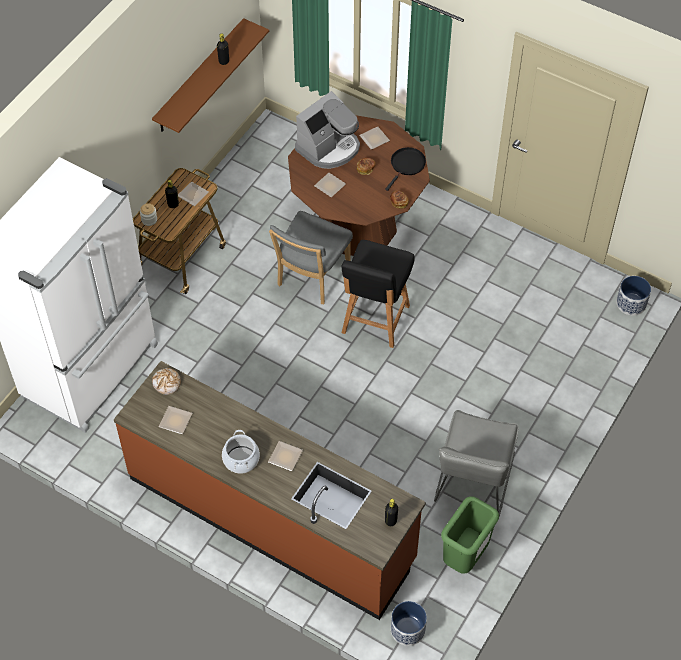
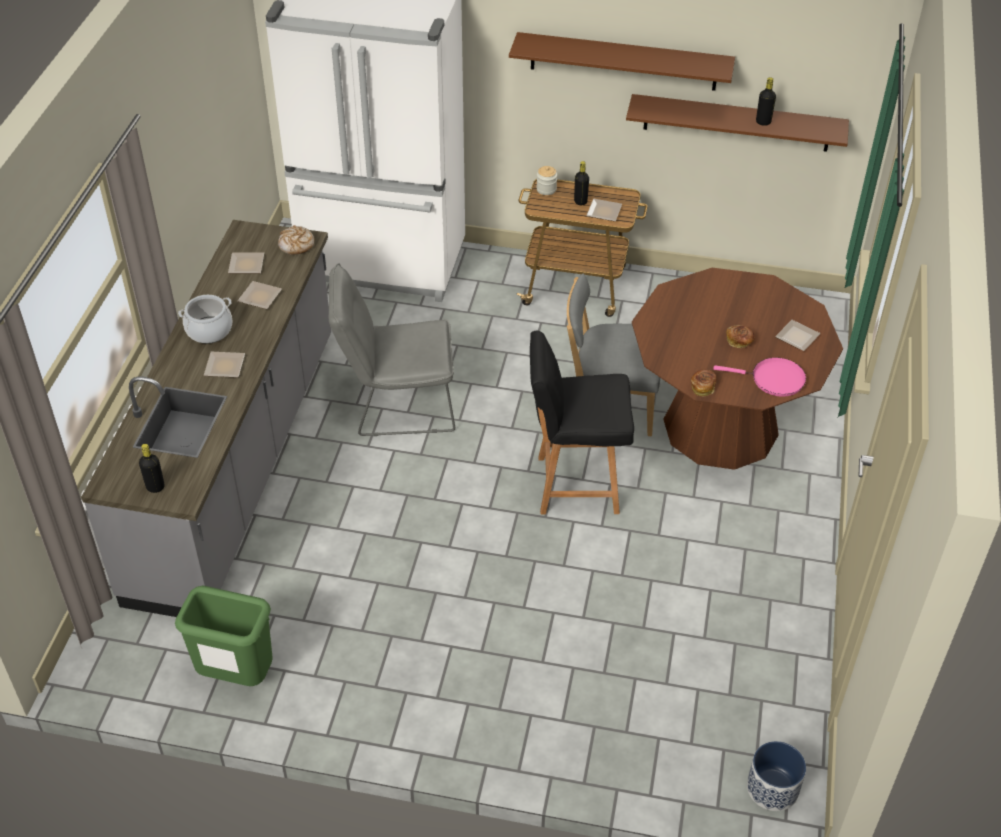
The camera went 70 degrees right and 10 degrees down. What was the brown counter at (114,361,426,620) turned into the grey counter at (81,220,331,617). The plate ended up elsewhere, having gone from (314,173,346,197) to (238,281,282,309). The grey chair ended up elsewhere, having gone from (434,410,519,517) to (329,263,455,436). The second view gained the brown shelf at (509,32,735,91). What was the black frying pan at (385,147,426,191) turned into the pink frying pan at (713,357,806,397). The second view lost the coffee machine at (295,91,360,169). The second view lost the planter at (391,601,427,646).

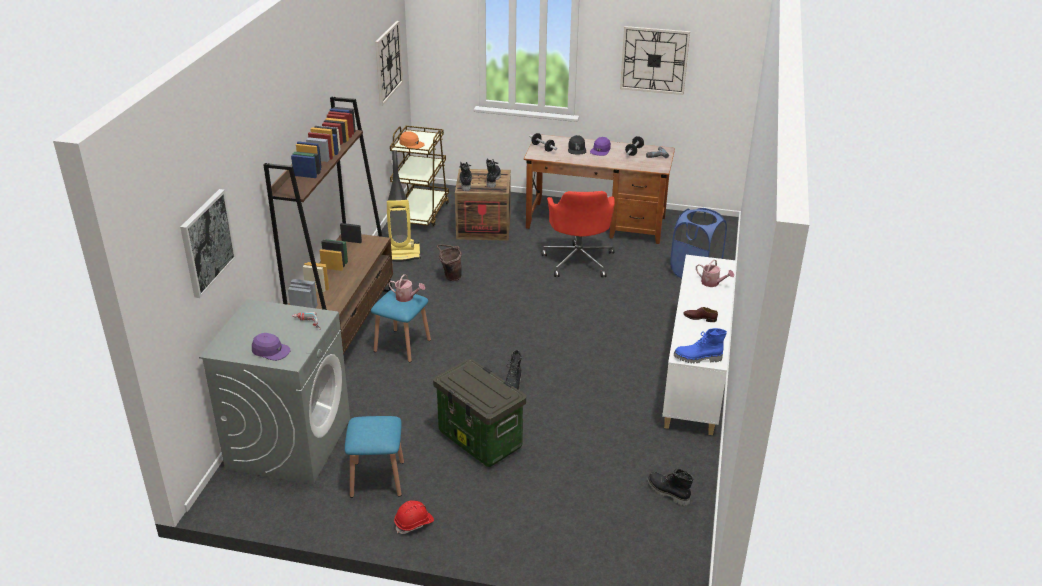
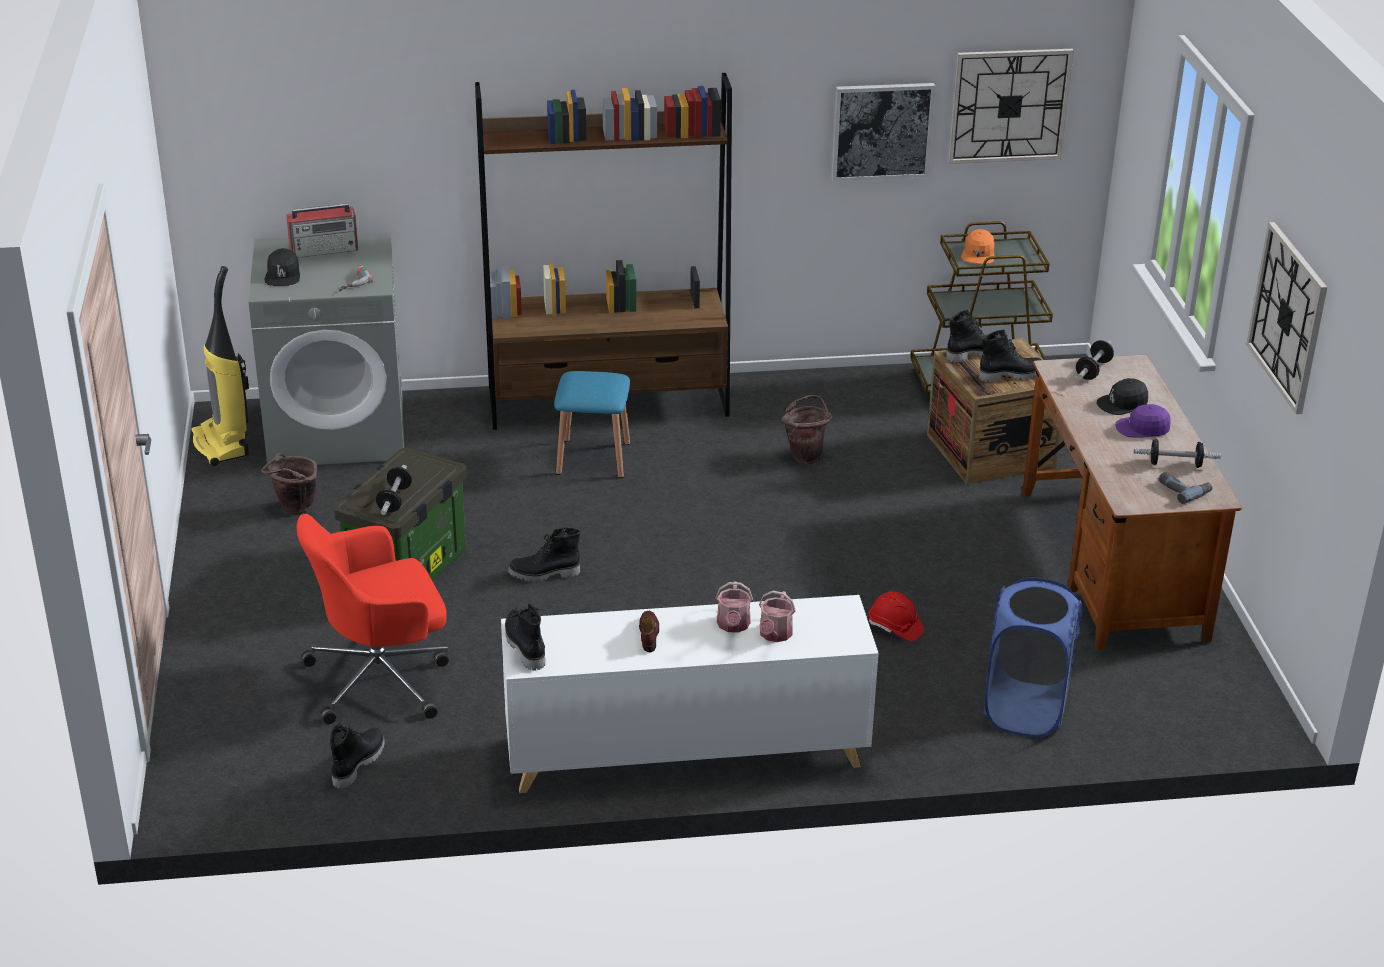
The camera went 70 degrees right and 0 degrees up. The vacuum cleaner ended up elsewhere, having gone from (387,150,421,262) to (191,266,249,466). Where the blue stool stood at (345,416,404,498), the brown bucket came to stand at (262,453,317,515). What was the purple cap at (252,333,291,361) turned into the black cap at (265,248,300,286). The second view gained the radio at (286,203,358,258). The red office chair ended up elsewhere, having gone from (542,191,615,277) to (297,514,449,724). The second view gained the dumbbell at (376,465,412,515). What was the blue boot at (674,328,727,364) turned into the black boot at (505,604,545,671). The watering can ended up elsewhere, having gone from (388,274,425,302) to (716,582,753,633). The picture ended up elsewhere, having gone from (180,189,236,298) to (831,83,935,181). The red hard hat ended up elsewhere, having gone from (394,500,434,534) to (869,592,924,641).

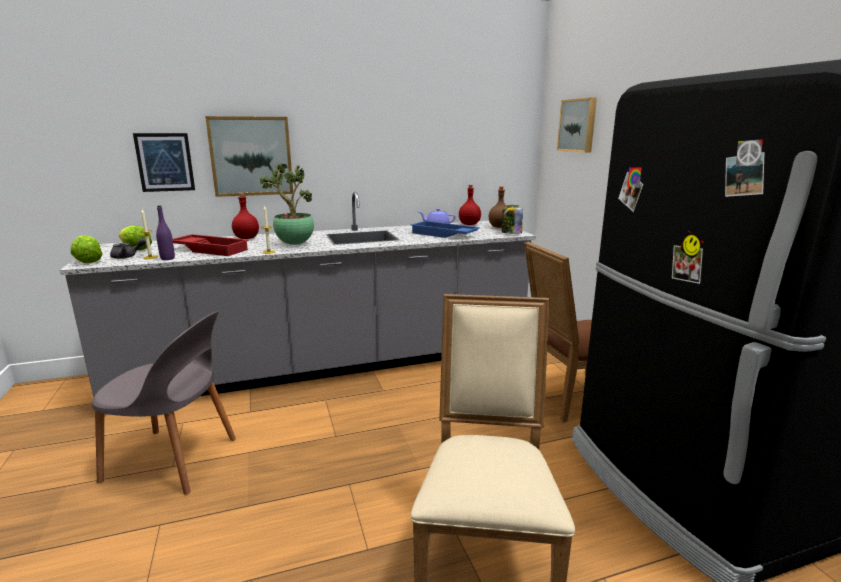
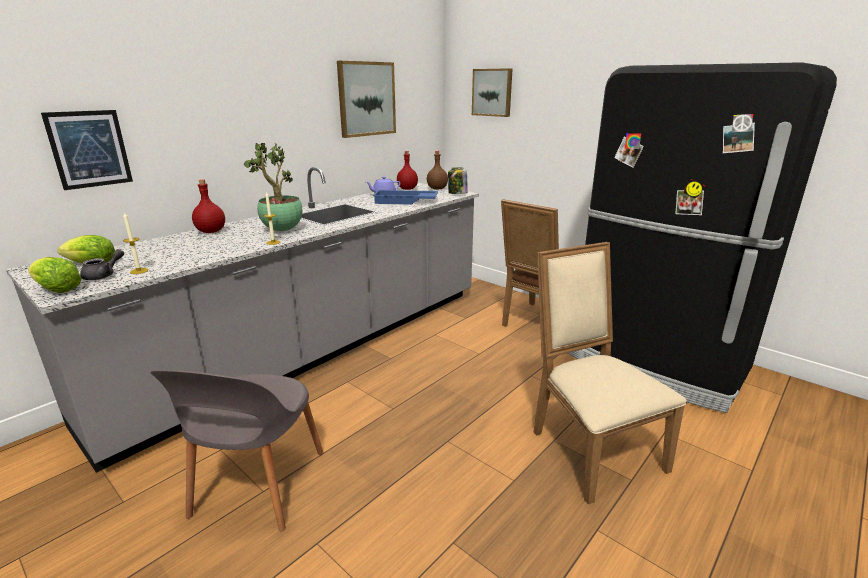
The camera went 30 degrees left and 5 degrees up. The grey chair at (92,311,236,494) ended up facing another way, 120 degrees clockwise from before. The picture ended up elsewhere, having gone from (205,116,293,197) to (337,61,396,138). The second view lost the purple bottle at (156,205,175,260). The second view lost the red tray at (173,234,249,256).

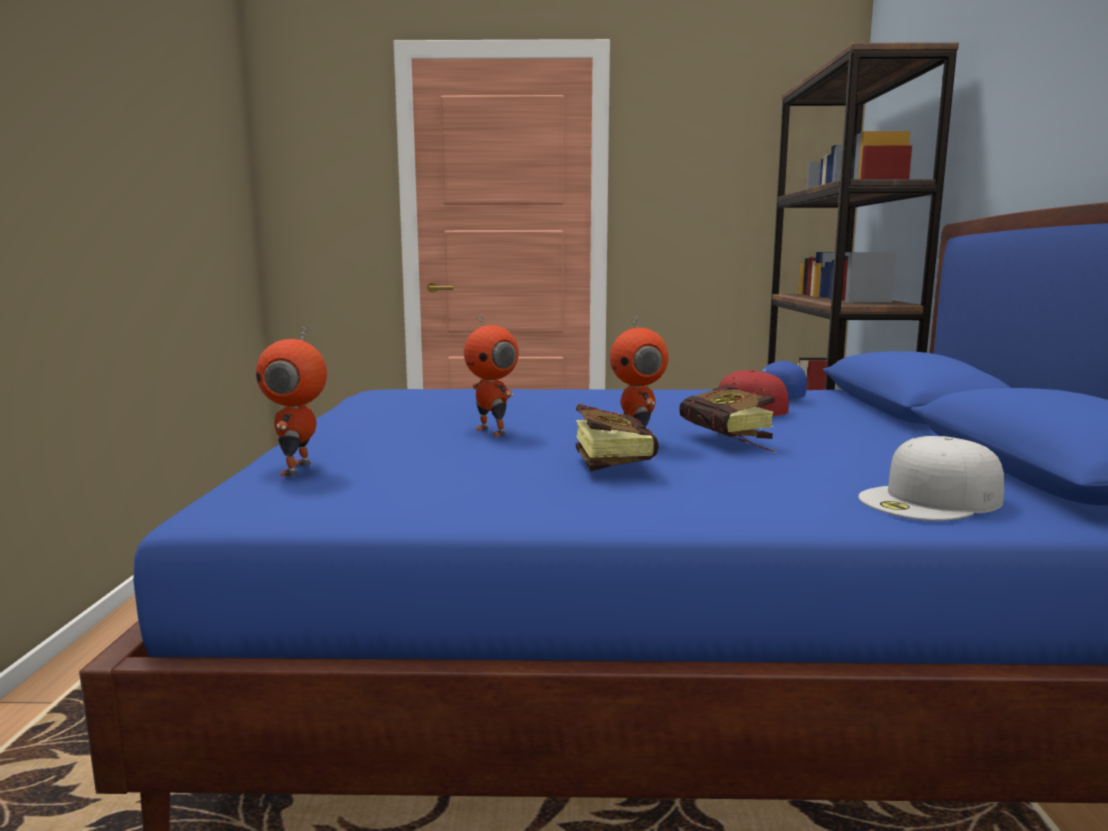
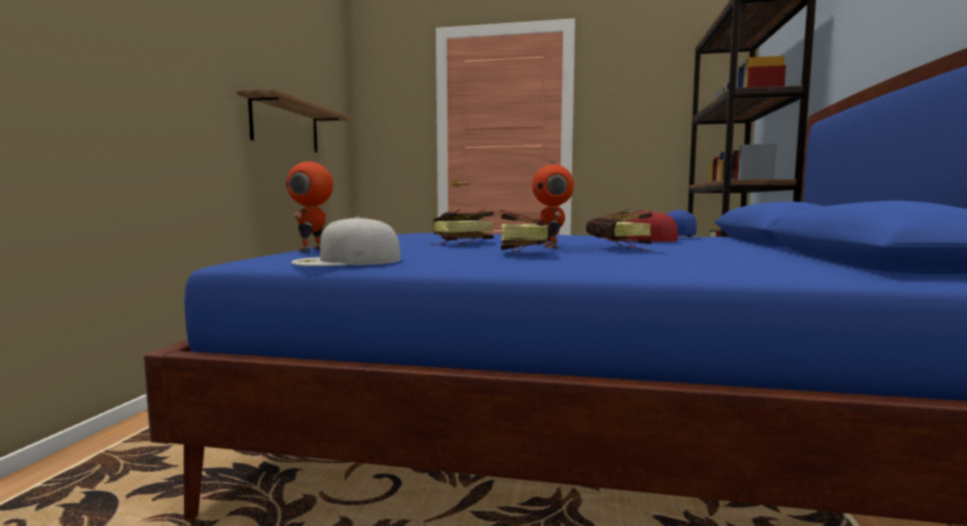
The camera went 10 degrees right and 5 degrees down. The second view gained the shelf at (237,89,351,153). The white cap ended up elsewhere, having gone from (858,436,1004,521) to (291,217,400,266). Where the toy robot stood at (464,314,519,436), the book came to stand at (429,209,494,245).

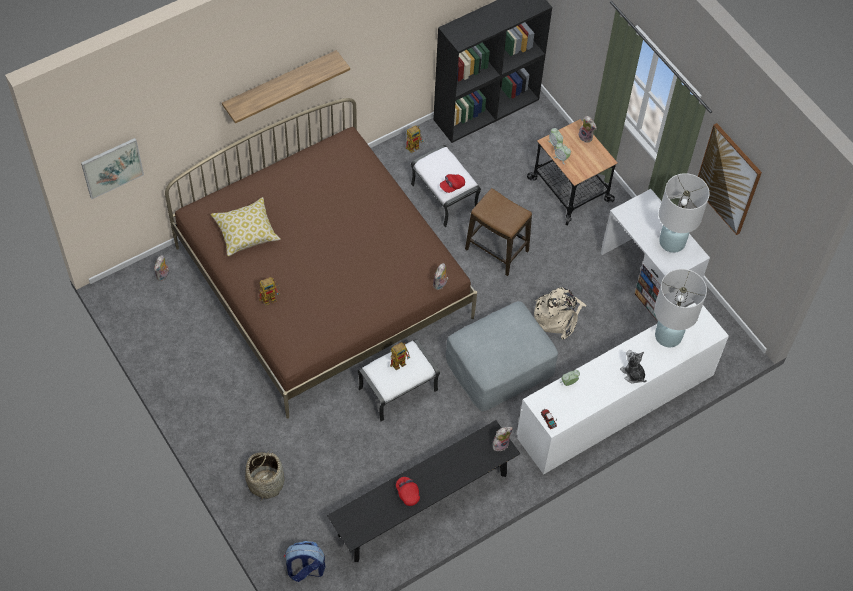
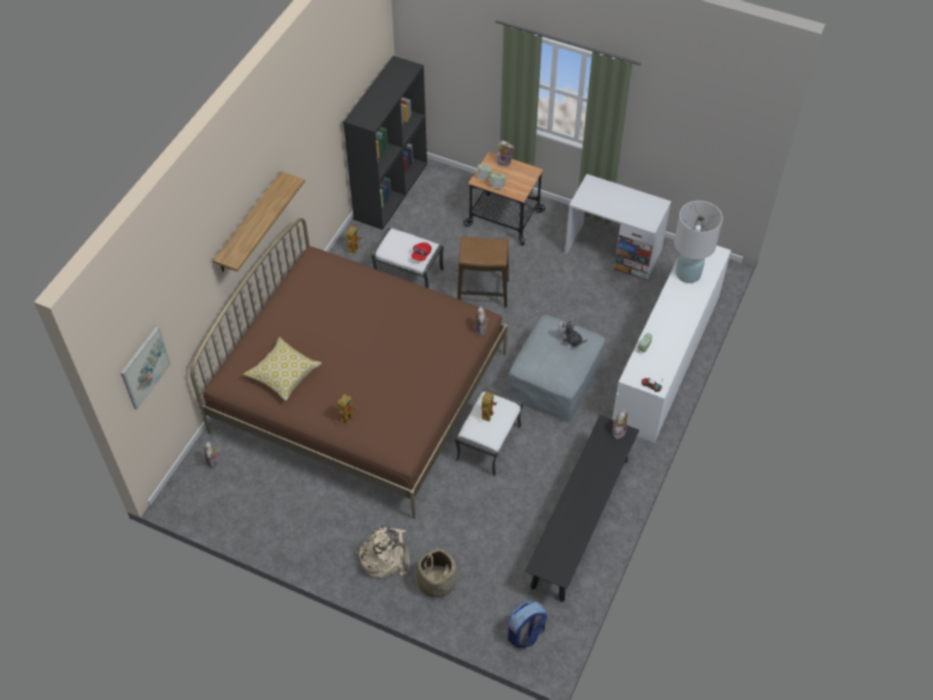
The camera went 30 degrees left and 5 degrees down. The beige backpack ended up elsewhere, having gone from (534,287,587,339) to (356,525,410,578). The plush toy ended up elsewhere, having gone from (620,350,647,383) to (558,316,587,350). The second view lost the red cap at (396,477,420,506). The second view lost the white table lamp at (659,173,710,253). The second view lost the picture at (698,123,762,235).

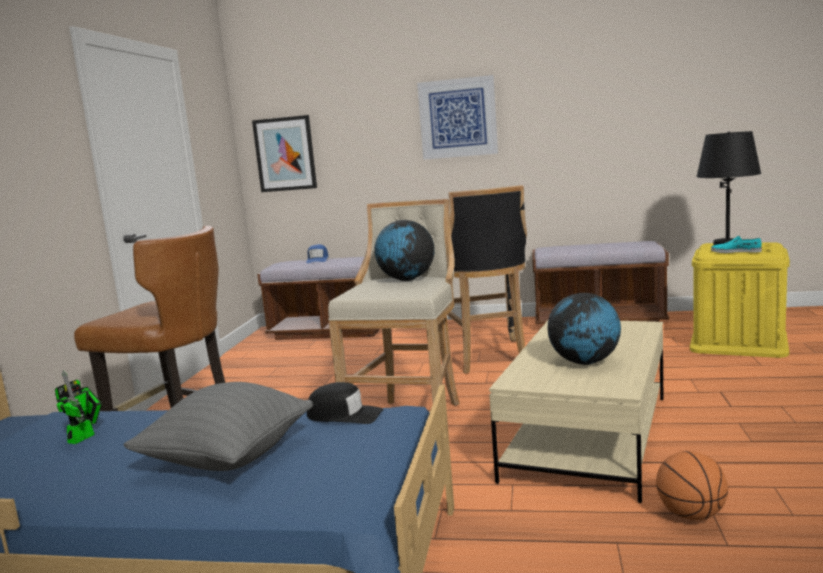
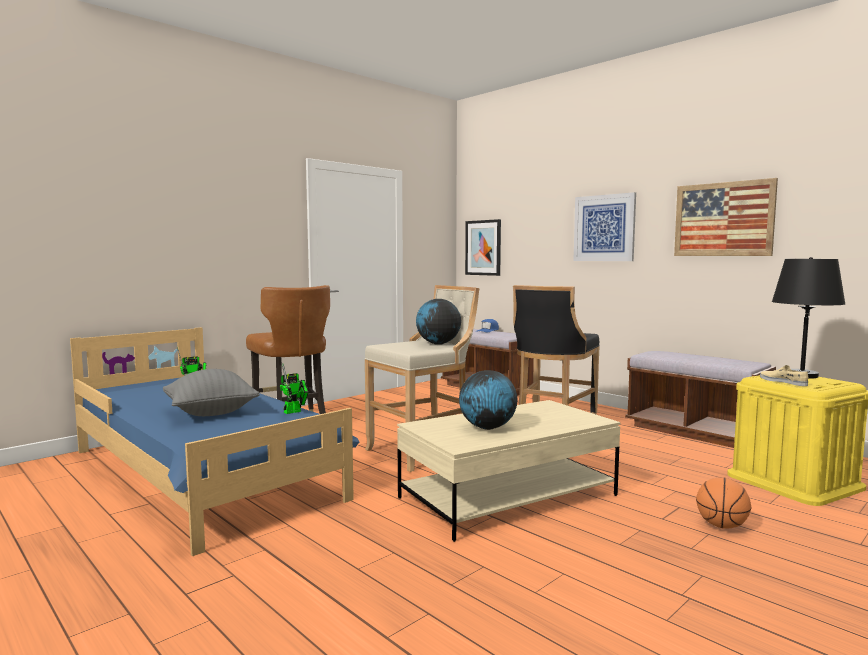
The camera went 35 degrees right and 5 degrees down. Where the black cap stood at (307,382,384,424), the toy robot came to stand at (280,363,308,414). The second view gained the picture at (674,178,778,256). The basketball ended up elsewhere, having gone from (656,451,728,520) to (696,477,751,529). What was the turquoise shoe at (711,235,762,253) turned into the beige shoe at (760,365,809,386).

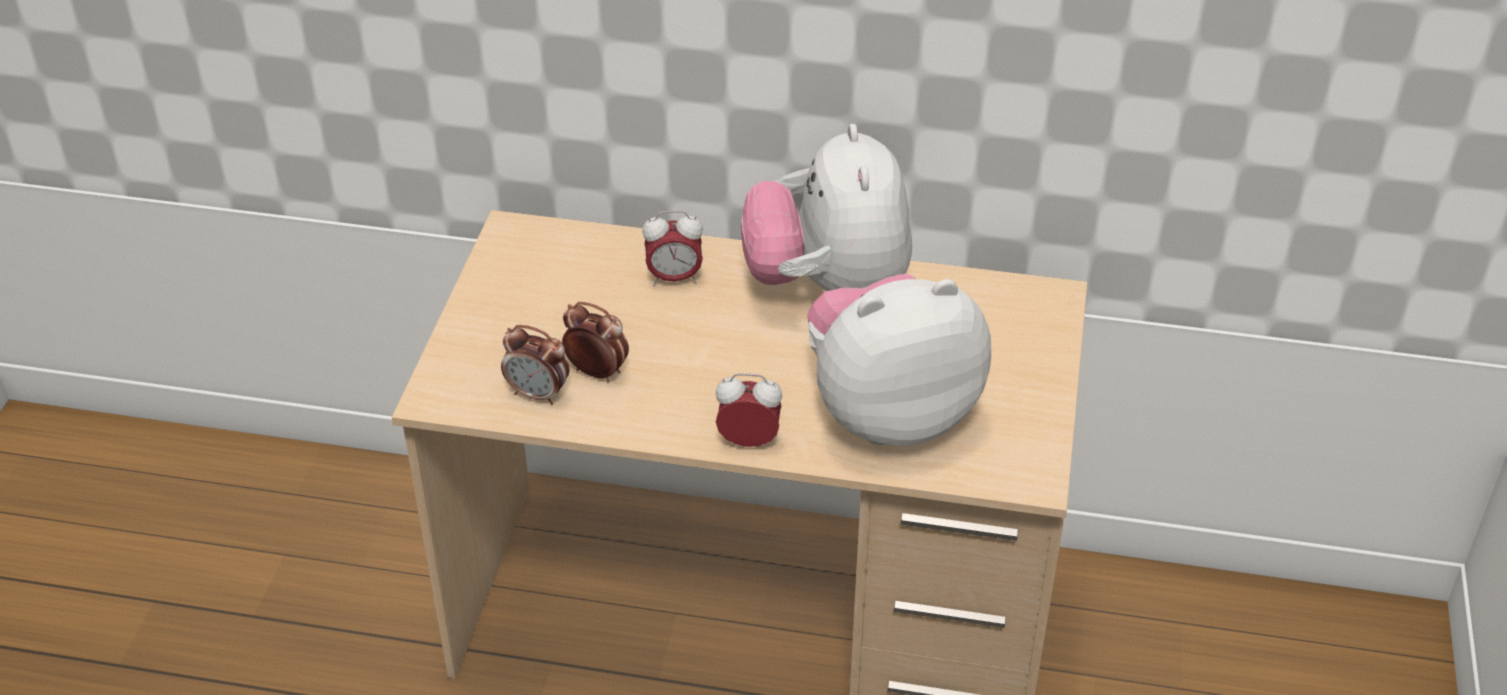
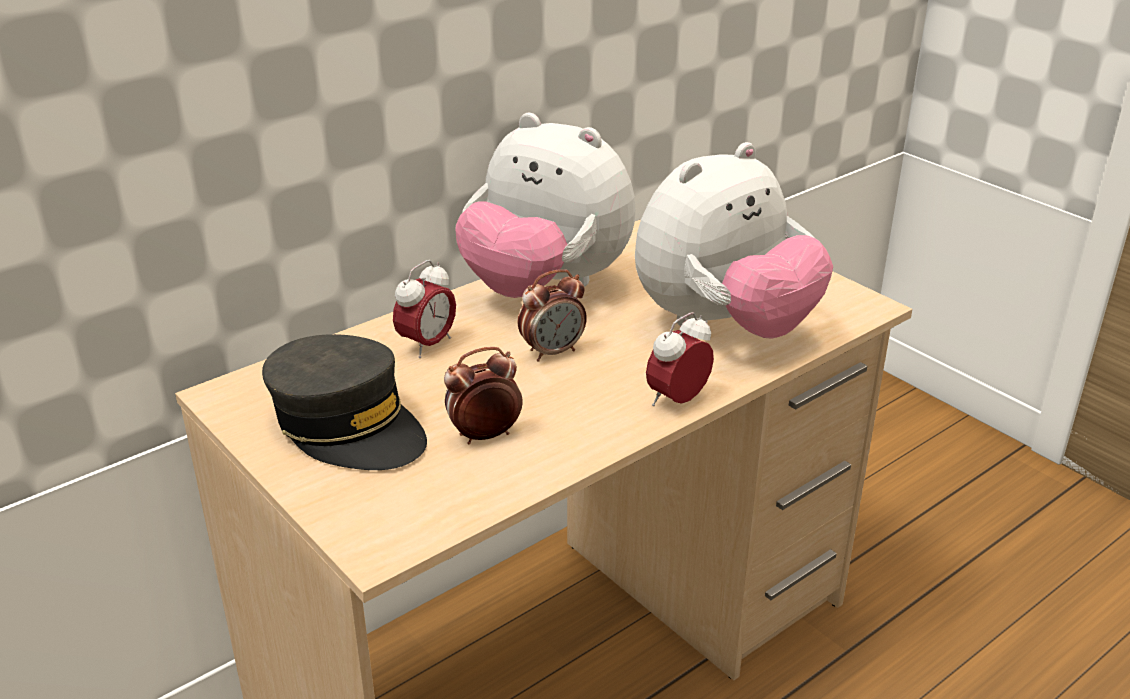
The camera went 50 degrees left and 10 degrees down. The second view gained the grey cap at (262,334,427,470). The alarm clock ended up elsewhere, having gone from (501,325,569,405) to (517,270,587,361). The plush toy at (807,274,991,446) ended up facing another way, 150 degrees counterclockwise from before.

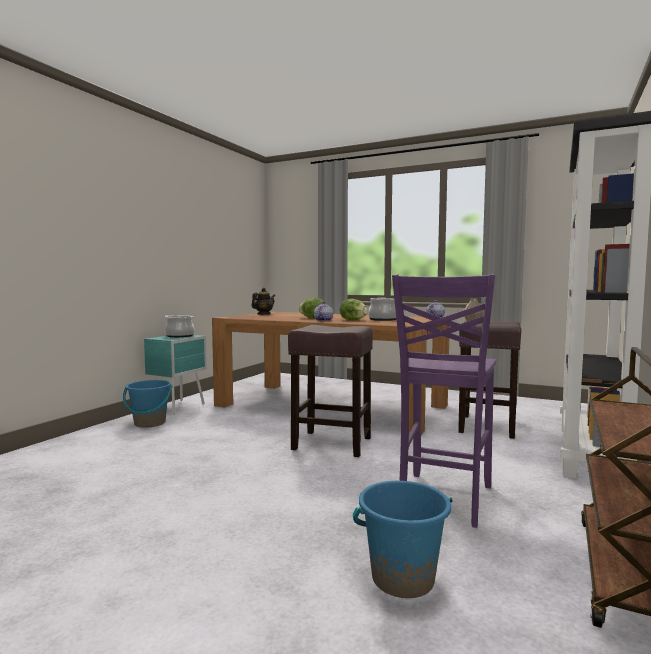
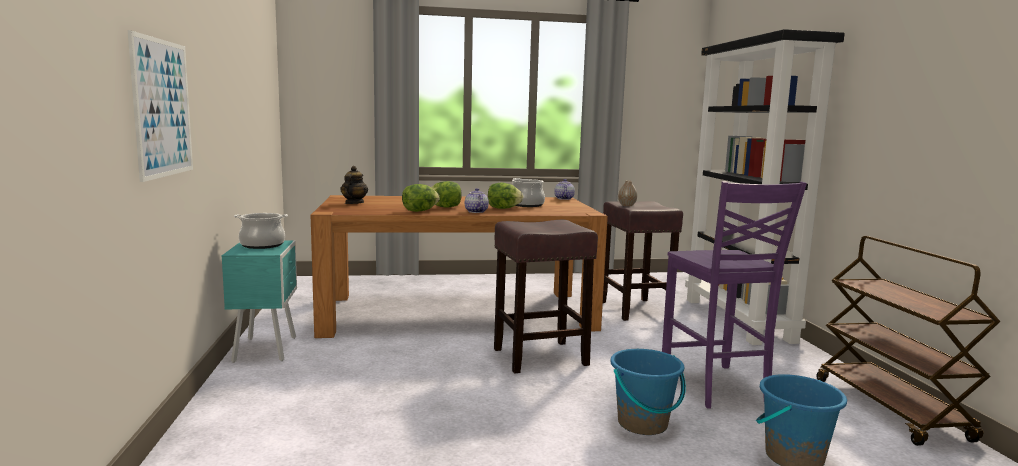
The camera went 35 degrees left and 5 degrees up. The second view gained the picture at (128,30,193,182). The second view gained the lettuce at (402,184,440,212). The blue bucket ended up elsewhere, having gone from (123,380,173,428) to (611,349,686,435).

